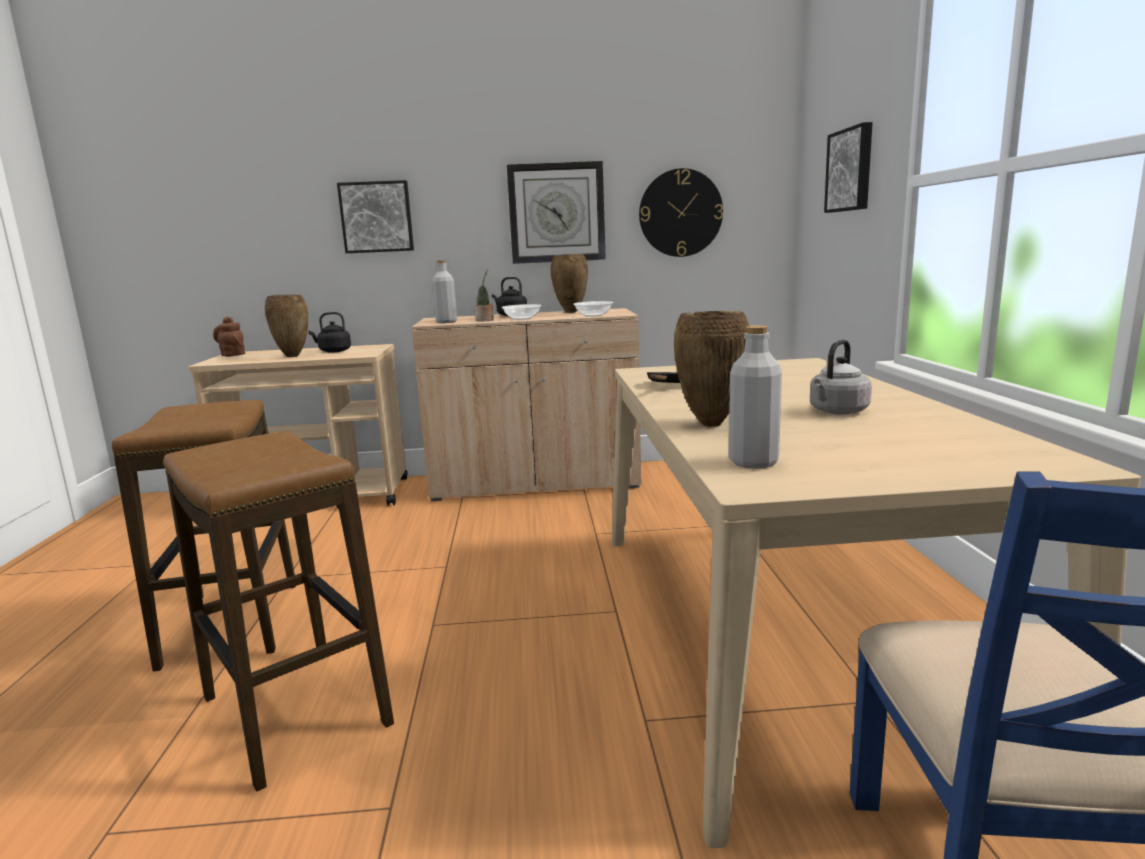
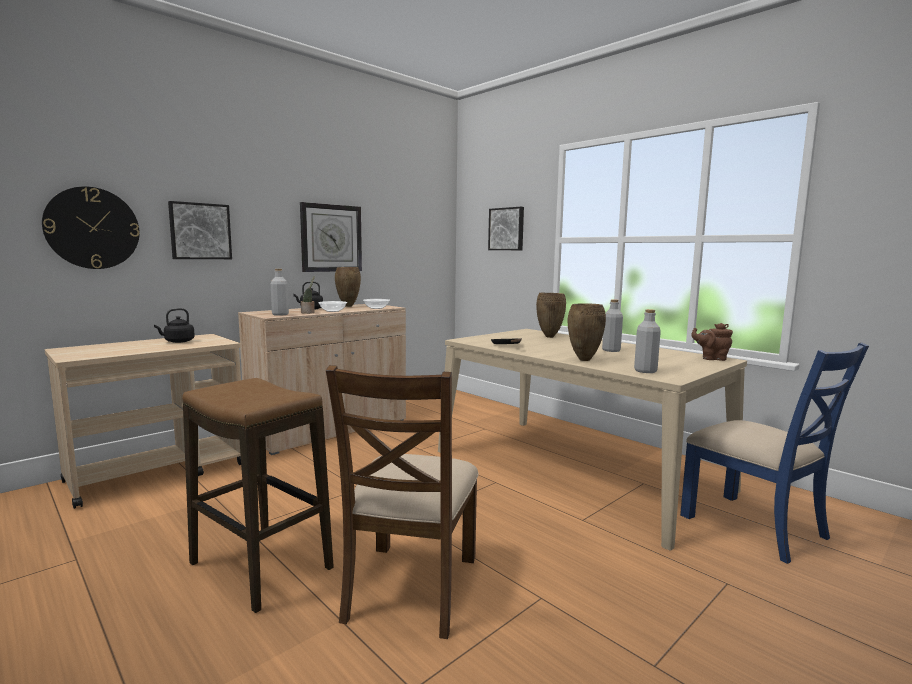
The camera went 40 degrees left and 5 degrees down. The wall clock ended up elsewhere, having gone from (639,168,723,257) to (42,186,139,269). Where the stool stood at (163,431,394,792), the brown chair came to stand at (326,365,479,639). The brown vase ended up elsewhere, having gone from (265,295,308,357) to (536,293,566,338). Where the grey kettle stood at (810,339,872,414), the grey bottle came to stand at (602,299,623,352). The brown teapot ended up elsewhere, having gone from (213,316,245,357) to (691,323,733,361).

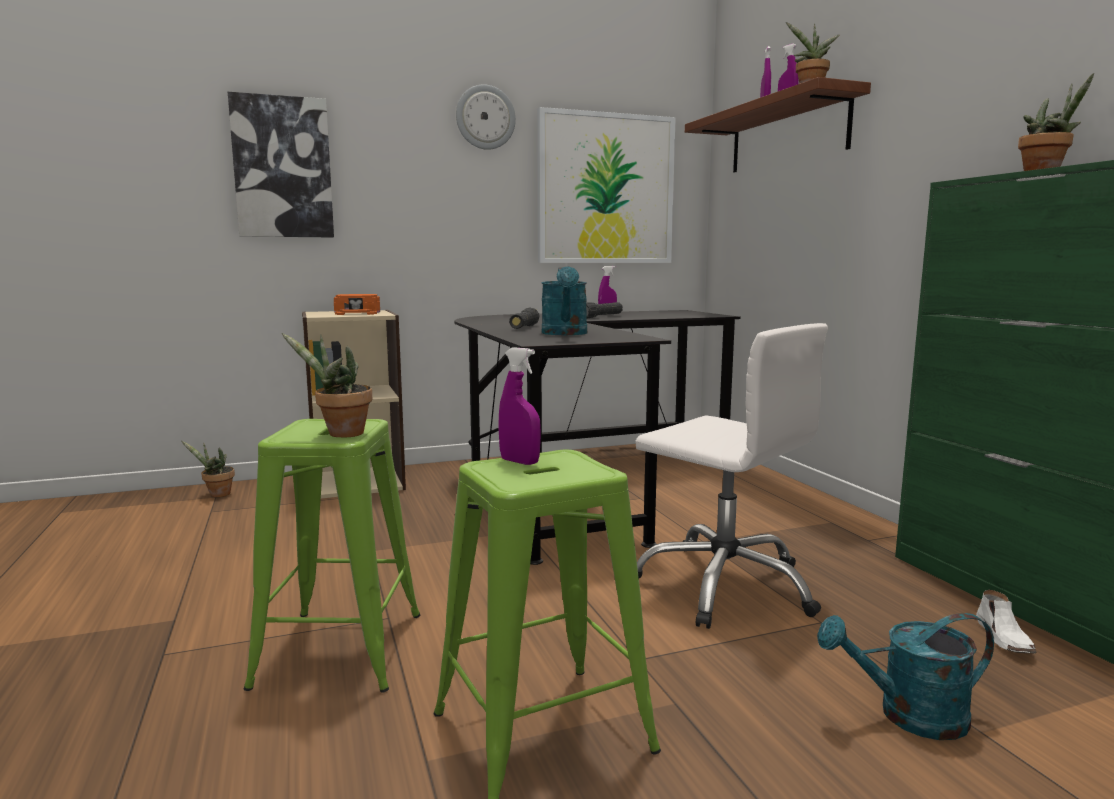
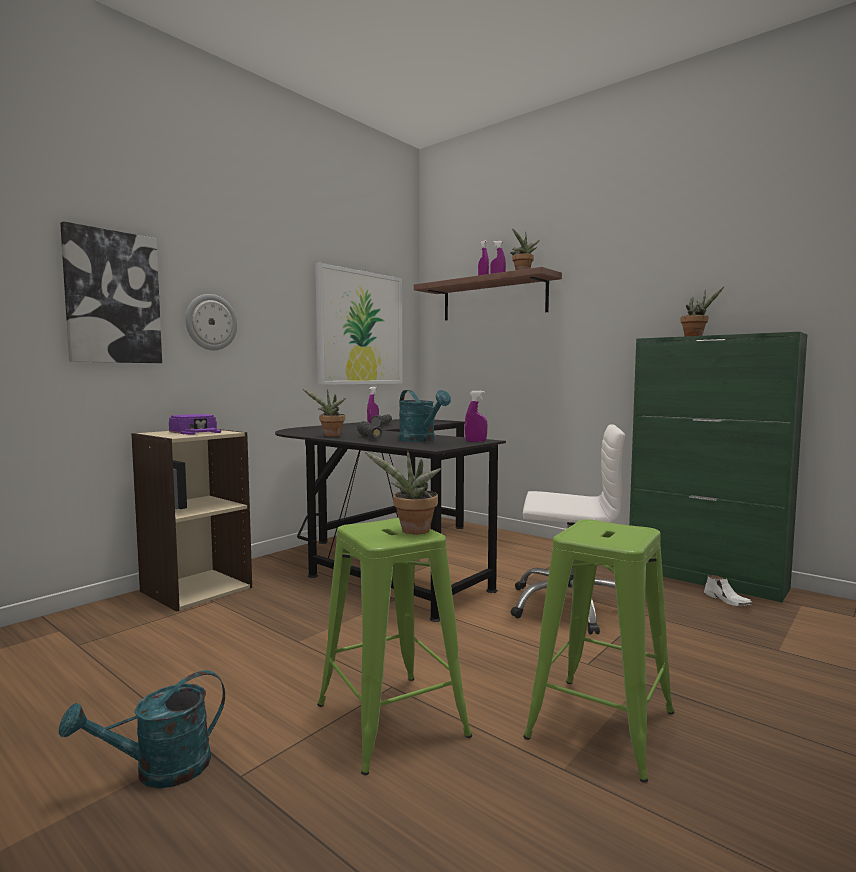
The camera went 30 degrees left and 5 degrees down. The turquoise watering can ended up elsewhere, having gone from (817,613,994,740) to (59,670,225,788). What was the orange cap at (334,294,380,315) turned into the purple cap at (169,414,221,435). The wall clock ended up elsewhere, having gone from (456,84,516,150) to (185,294,237,350). The potted plant ended up elsewhere, having gone from (182,441,235,497) to (303,389,346,437). The purple spray bottle ended up elsewhere, having gone from (498,347,541,465) to (465,391,488,442).

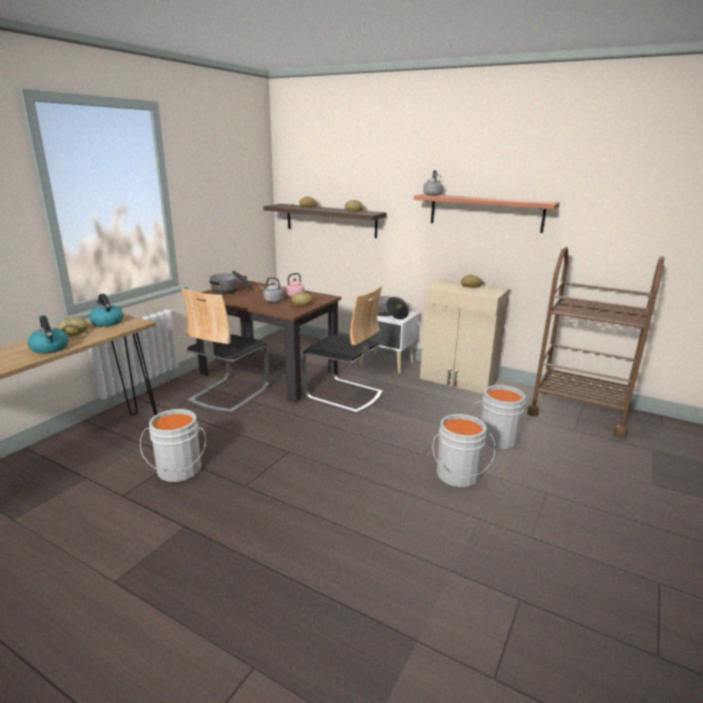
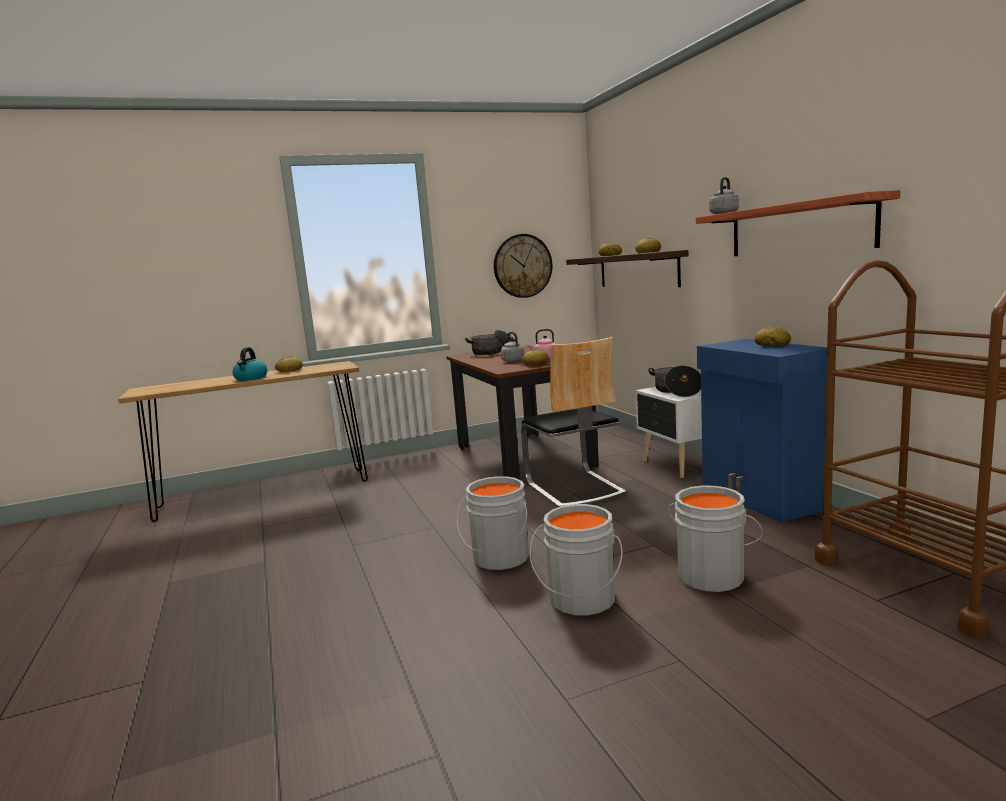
The camera went 40 degrees right and 10 degrees down. The grey bucket ended up elsewhere, having gone from (140,409,206,482) to (457,476,529,570). The second view gained the wall clock at (494,234,553,298). What was the beige cabinet at (420,279,509,394) turned into the blue cabinet at (697,339,827,523). The second view lost the kettle at (89,294,123,327). The second view lost the chair at (181,288,269,413).

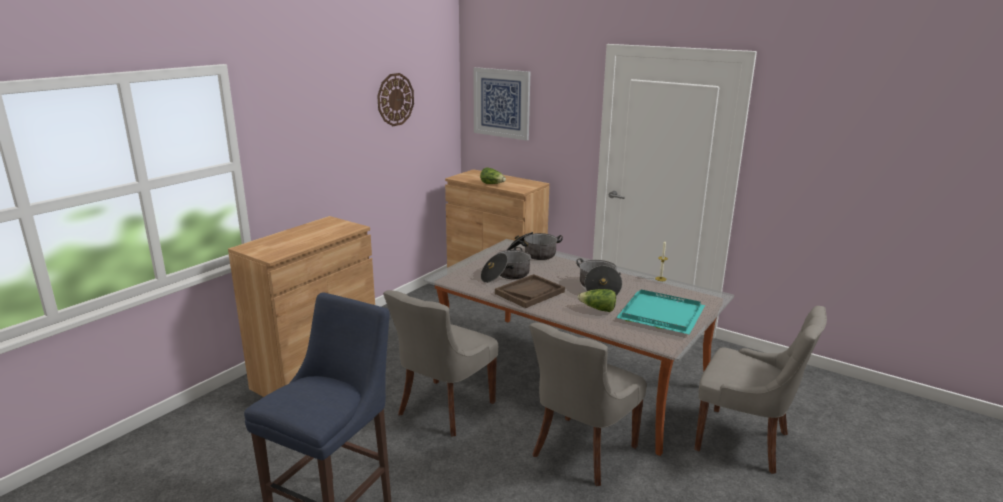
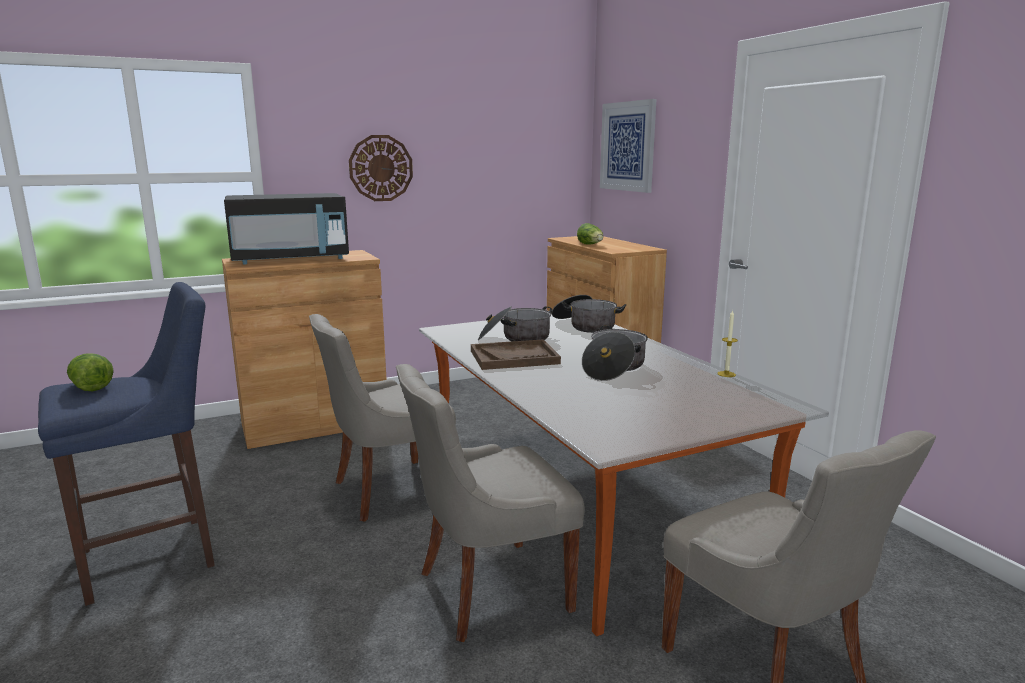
The camera went 30 degrees right and 5 degrees down. The lettuce ended up elsewhere, having gone from (577,289,616,312) to (67,354,114,391). The second view gained the black microwave at (224,193,349,265). The wall clock ended up elsewhere, having gone from (377,73,414,126) to (349,135,413,201). The second view lost the turquoise tray at (616,290,705,334).

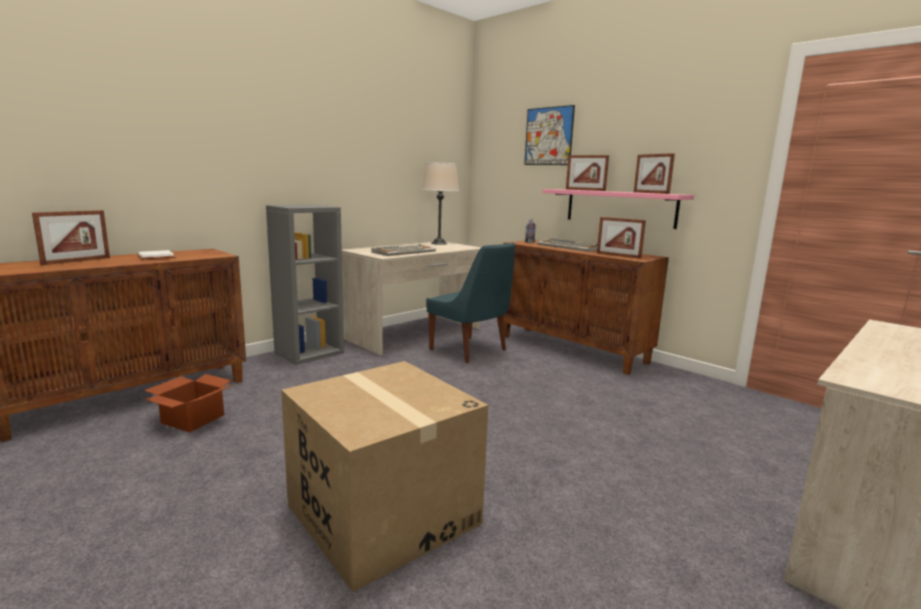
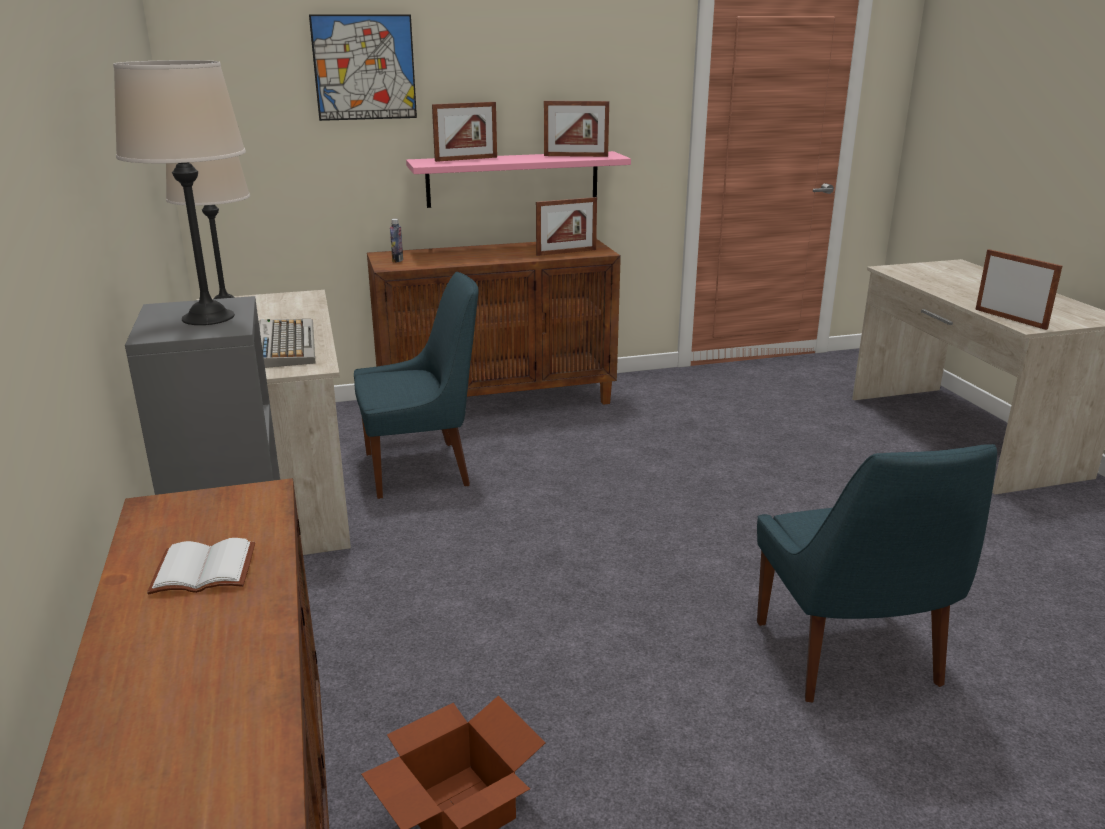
The camera went 60 degrees left and 10 degrees up. The second view gained the beige table lamp at (113,60,246,325). Where the cardboard box stood at (281,361,488,592), the blue chair came to stand at (757,444,997,703). The picture frame ended up elsewhere, having gone from (32,210,110,265) to (975,249,1062,330). The second view lost the keyboard at (537,239,598,252).

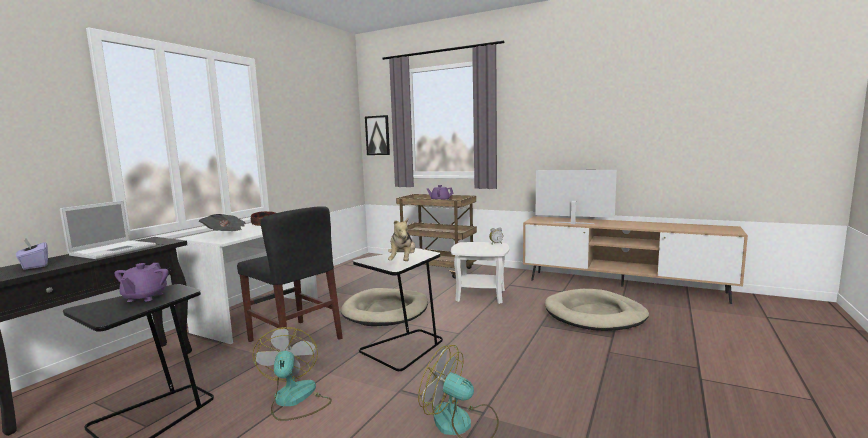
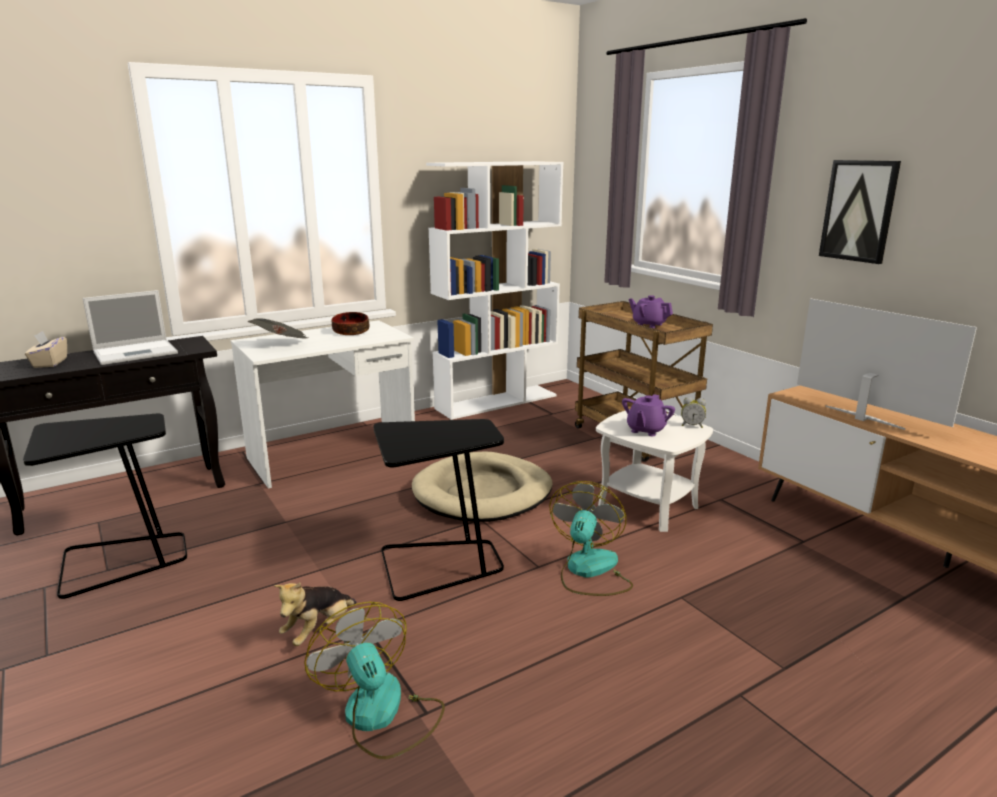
The camera went 30 degrees right and 10 degrees up. What was the purple tissue box at (16,239,48,270) turned into the beige tissue box at (25,331,67,368). The plush toy ended up elsewhere, having gone from (388,217,416,261) to (274,583,356,646). The second view gained the white bookcase at (426,161,563,420). The fan ended up elsewhere, having gone from (252,327,332,421) to (549,481,633,596). The purple teapot ended up elsewhere, having gone from (114,263,168,302) to (622,394,675,436). The picture ended up elsewhere, having gone from (365,115,390,155) to (819,160,901,264). The second view lost the black chair at (237,206,343,342). The second view lost the beige dog bed at (545,289,649,331).

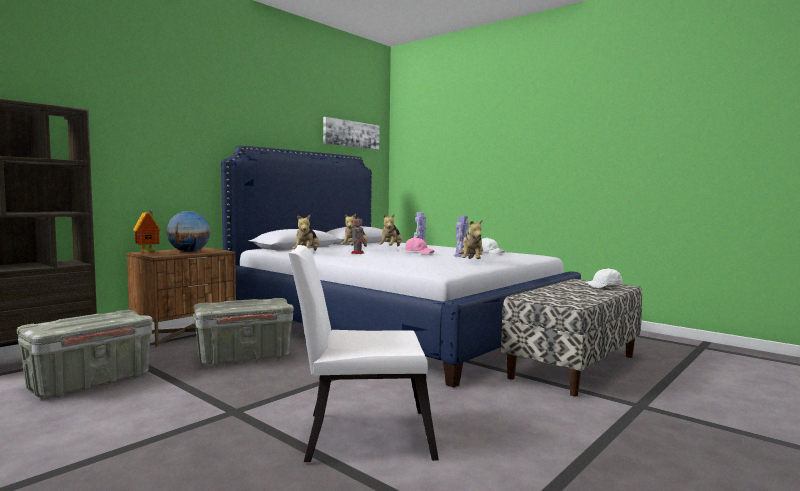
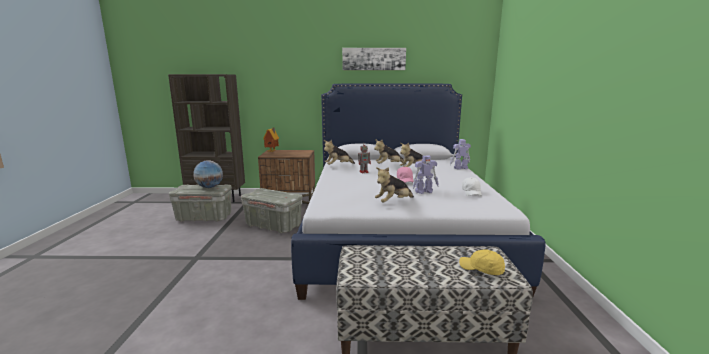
The camera went 50 degrees right and 10 degrees up. The globe ended up elsewhere, having gone from (166,211,211,252) to (193,160,223,188). The picture ended up elsewhere, having gone from (323,117,380,150) to (342,48,406,70). What was the white cap at (584,268,622,288) turned into the yellow cap at (459,249,505,275). The second view lost the white chair at (289,245,439,462).

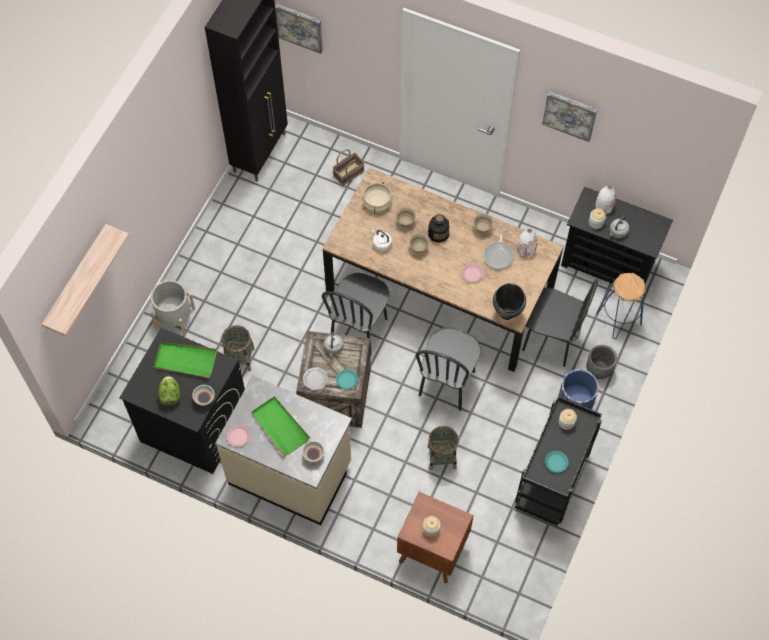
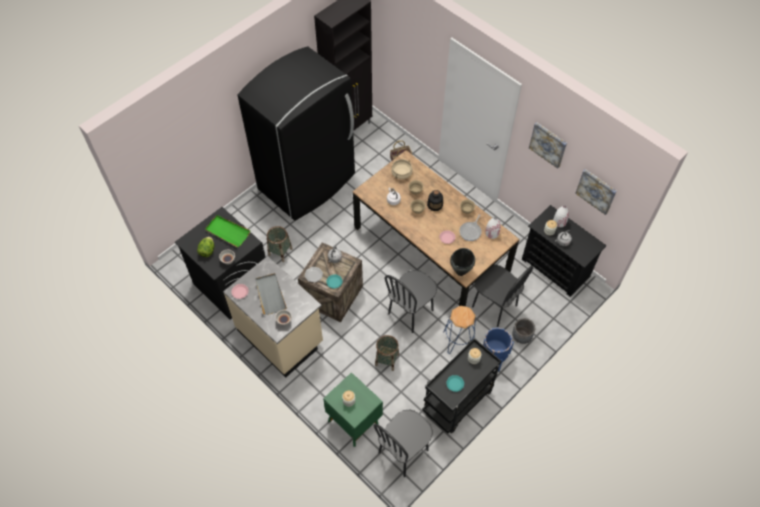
The camera went 20 degrees right and 5 degrees down. The second view gained the black fridge at (237,46,355,221). What was the green tray at (251,396,310,456) turned into the grey tray at (255,273,287,315). What was the brown nightstand at (397,492,473,583) turned into the green nightstand at (323,372,383,447). The black chair ended up elsewhere, having gone from (322,273,389,356) to (374,410,433,477). The blue stool ended up elsewhere, having gone from (596,273,646,339) to (443,306,476,354). The picture ended up elsewhere, having gone from (275,4,323,54) to (575,169,617,215). The second view lost the shelf at (41,224,129,336). The second view lost the grey planter at (150,280,195,336).

